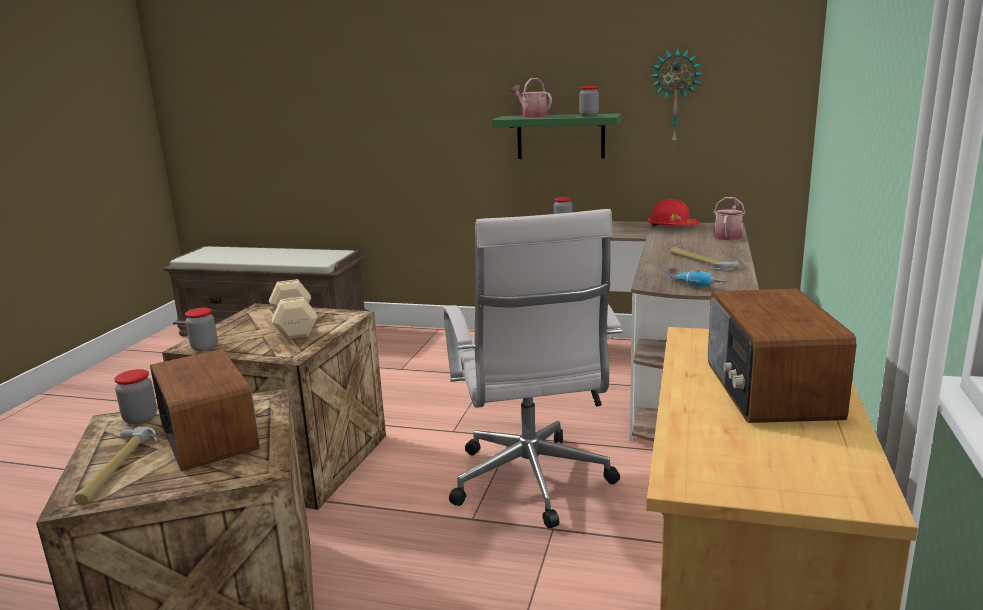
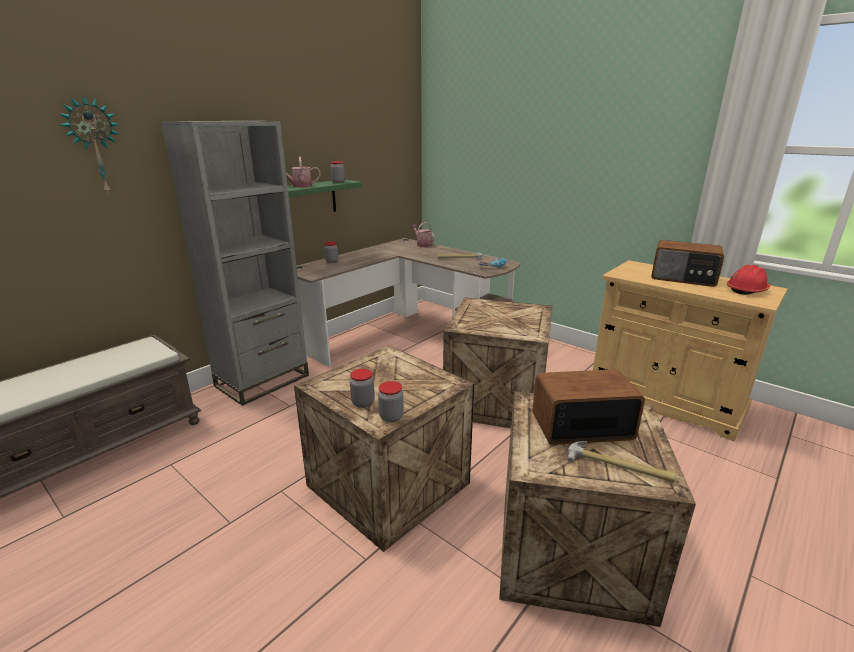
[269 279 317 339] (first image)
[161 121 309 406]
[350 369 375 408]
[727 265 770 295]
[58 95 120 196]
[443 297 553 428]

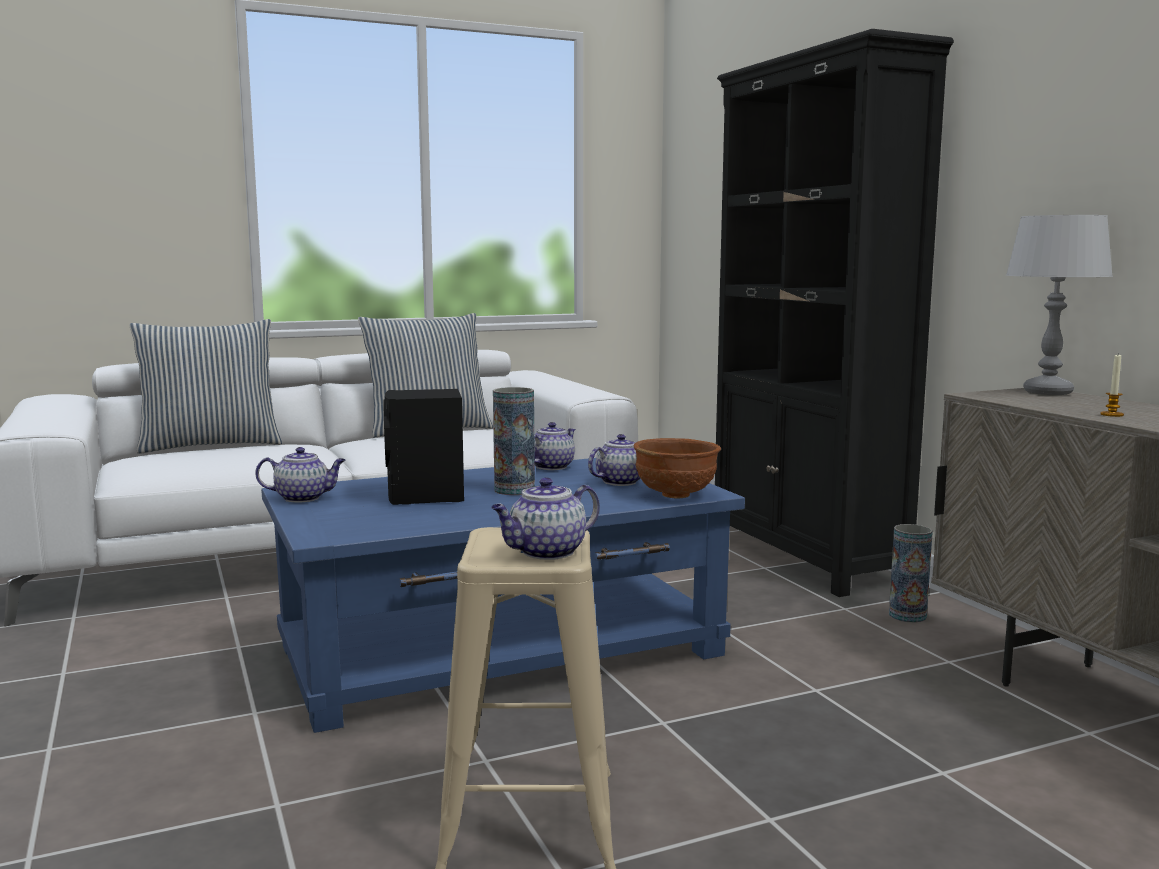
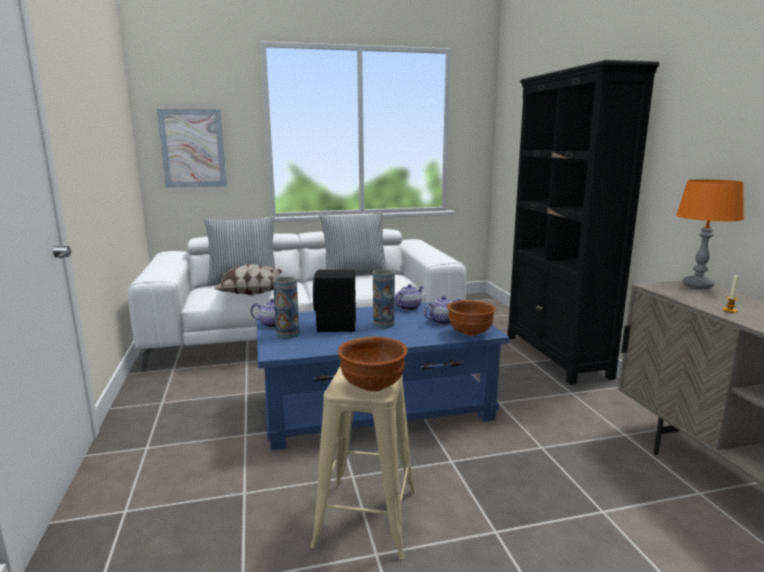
[157 109 227 188]
[214 264 282 296]
[273 277 299 339]
[338 337 408 392]
[676 179 744 289]

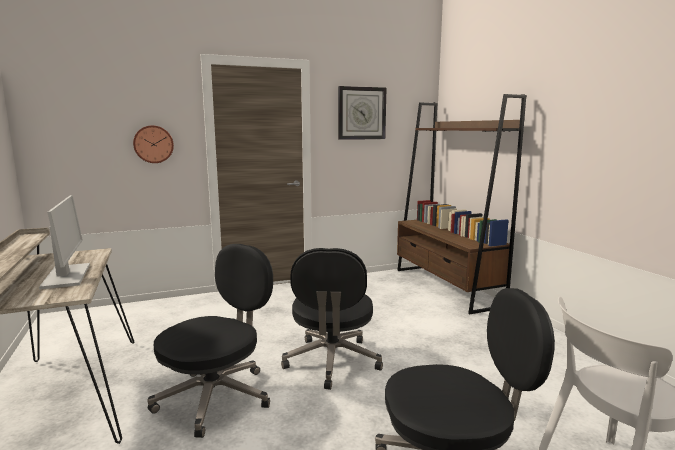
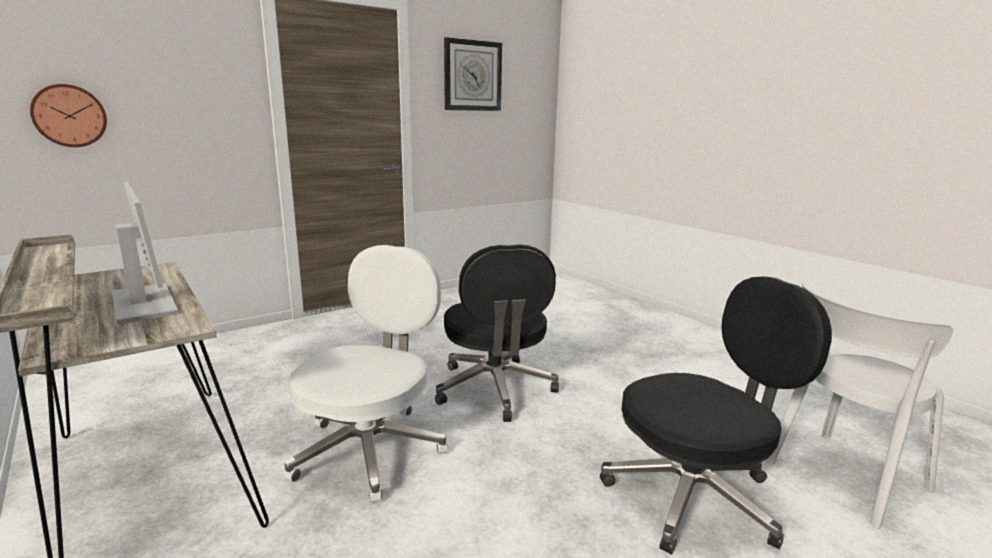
[397 94 526 314] (first image)
[30 84 107 147]
[284 245 447 502]

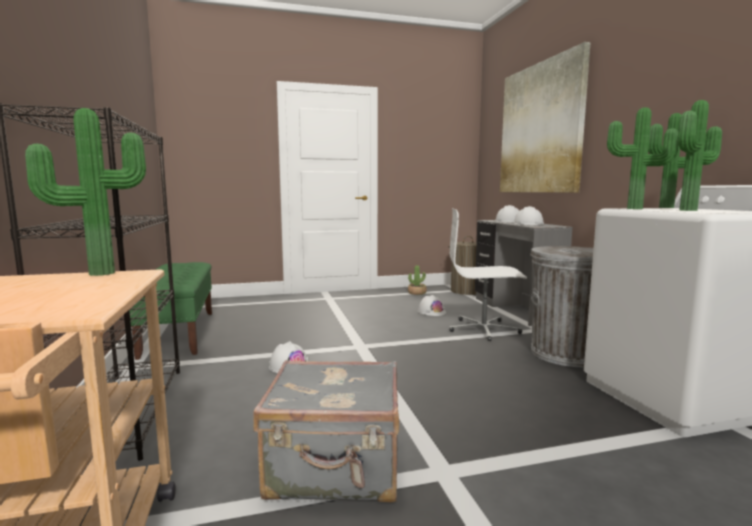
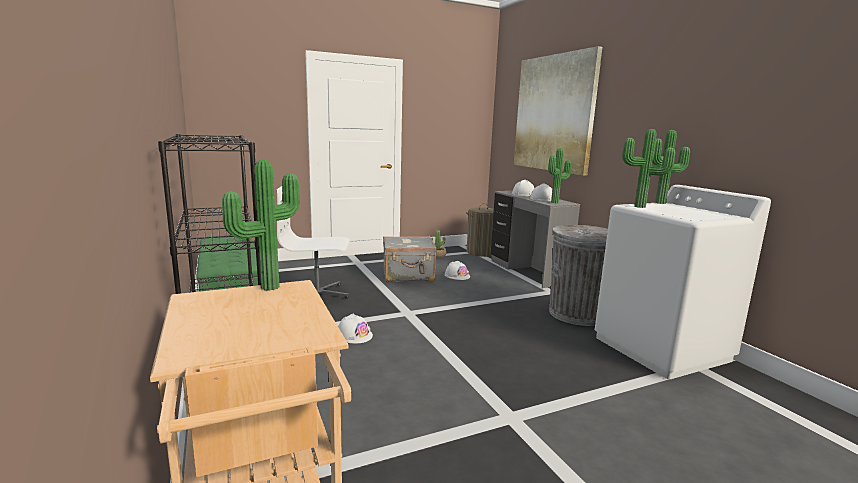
[383 236 437 282]
[277 186 350 299]
[548 148 572 203]

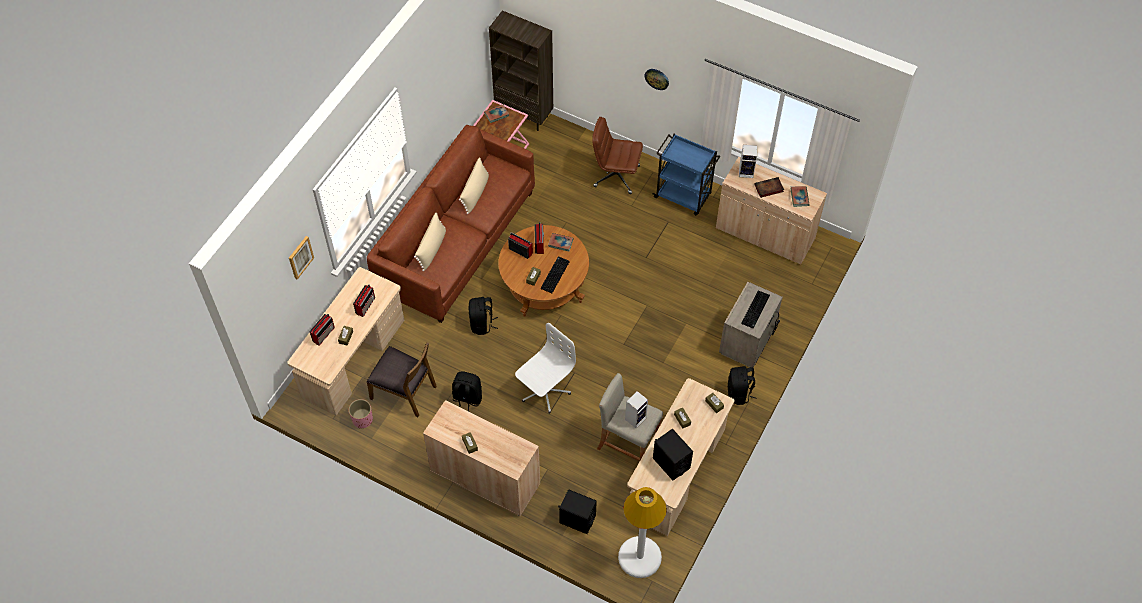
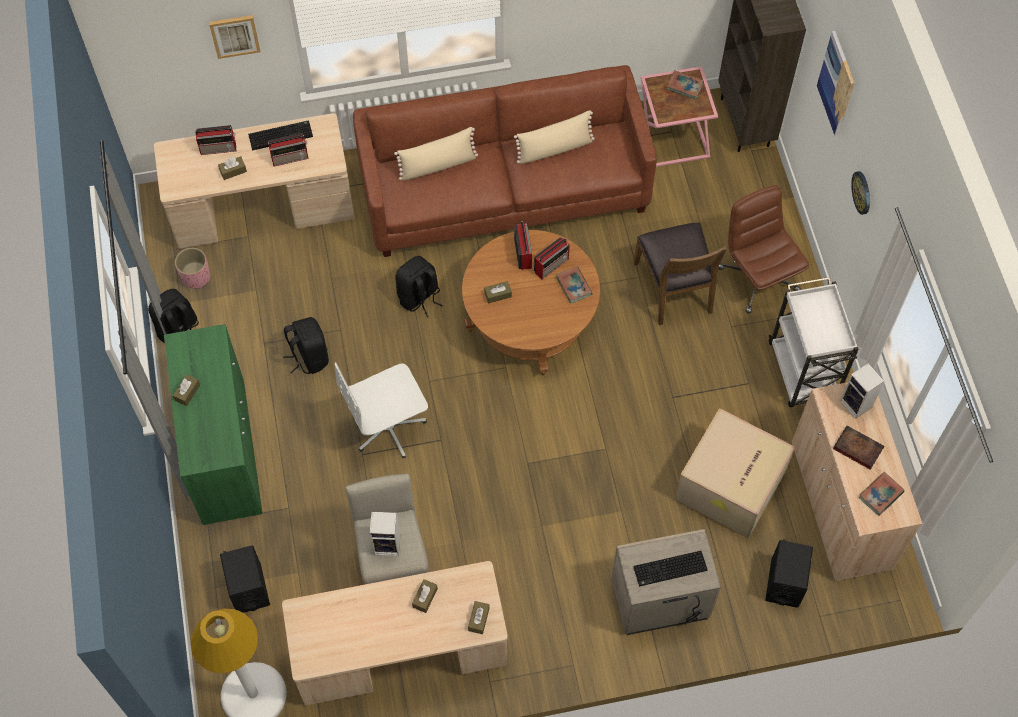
[675 408 795 539]
[817 31 855 136]
[633 223 727 325]
[248 120 313 150]
[765 539 813 607]
[148 289 199 343]
[164 324 263 525]
[769 277 859 407]
[335 362 428 458]

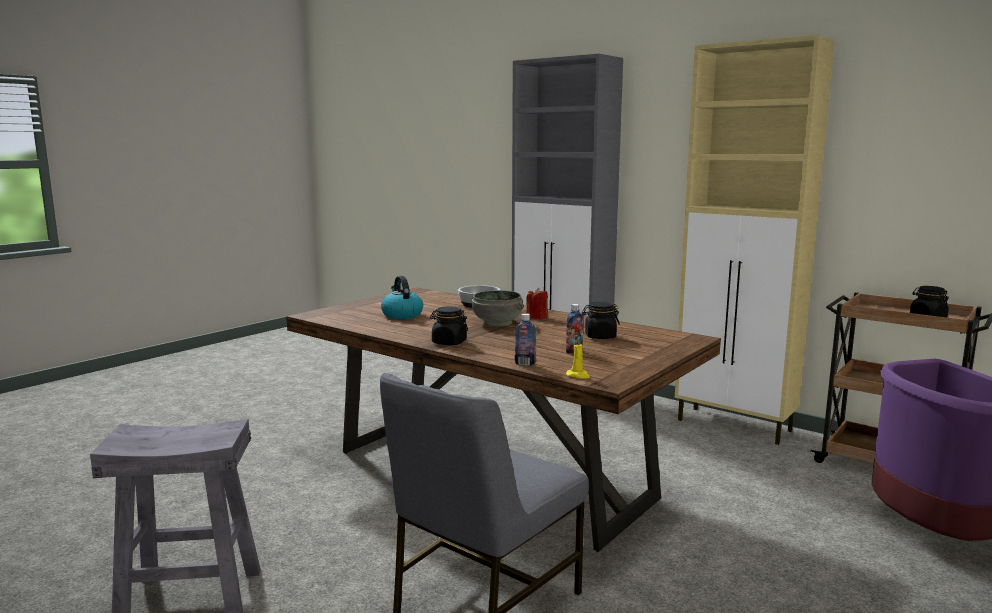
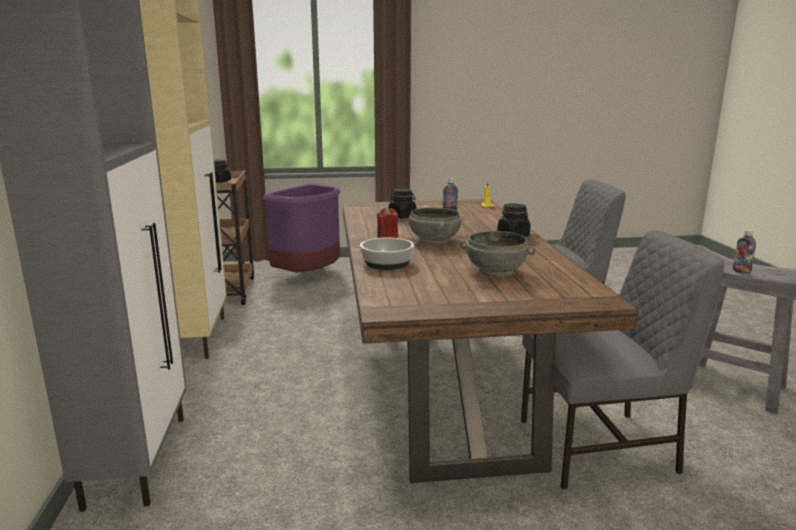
[521 231 724 490]
[733 230 756 274]
[460 231 536 277]

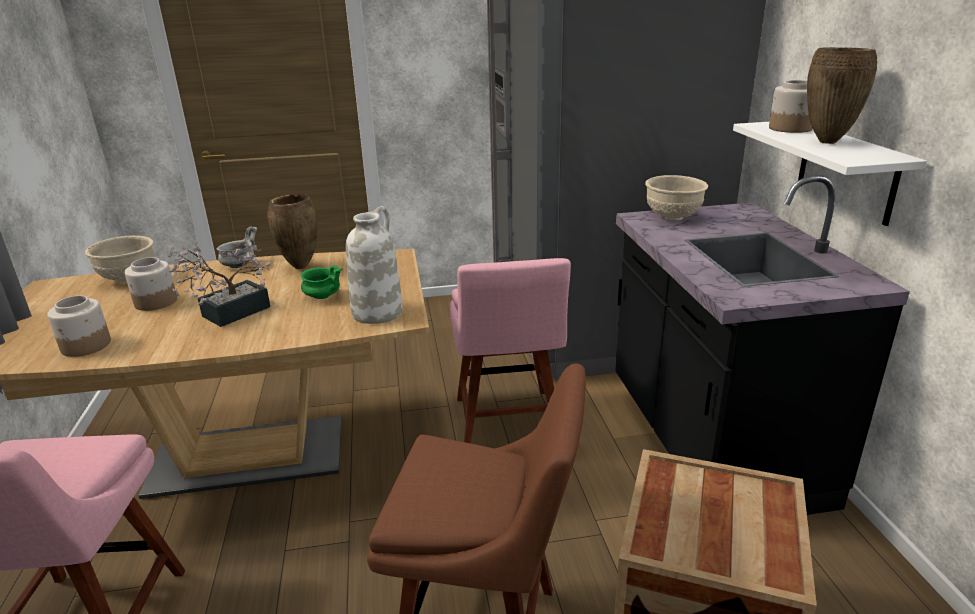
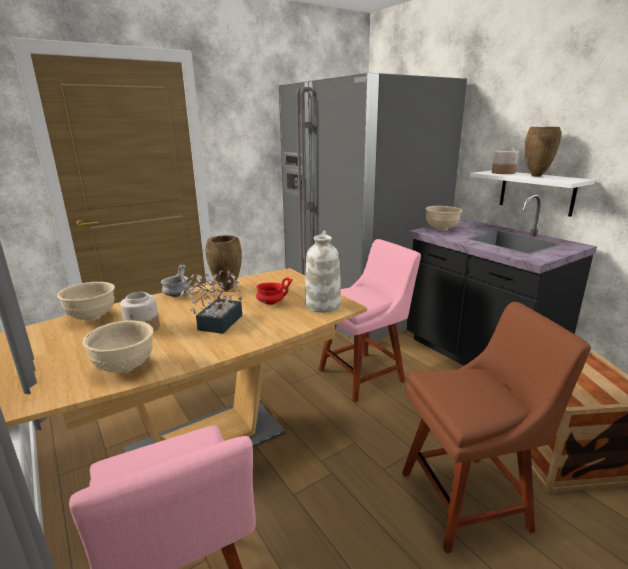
[82 320 153 373]
[256 277 293 305]
[319 239 421 402]

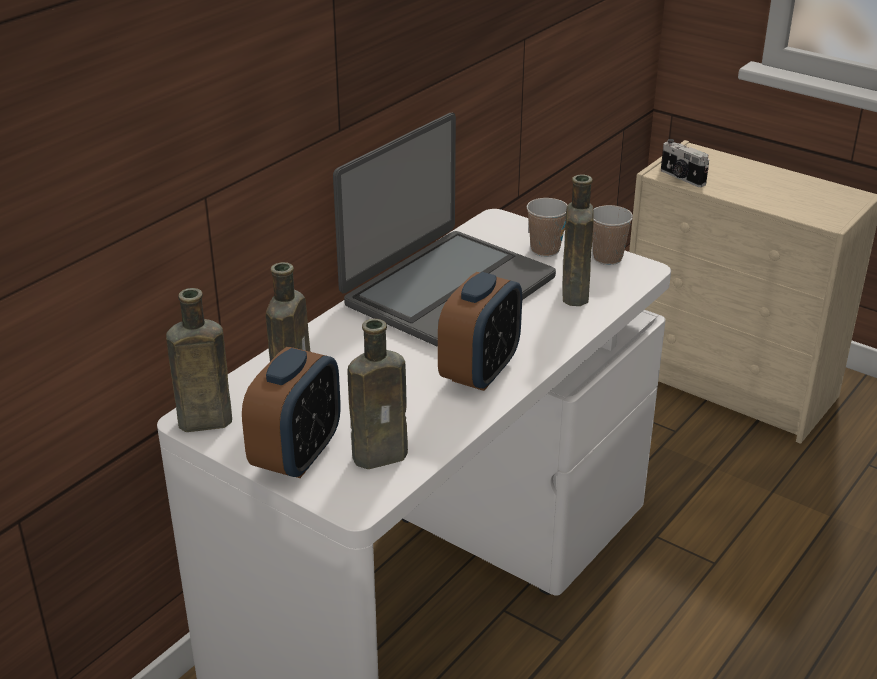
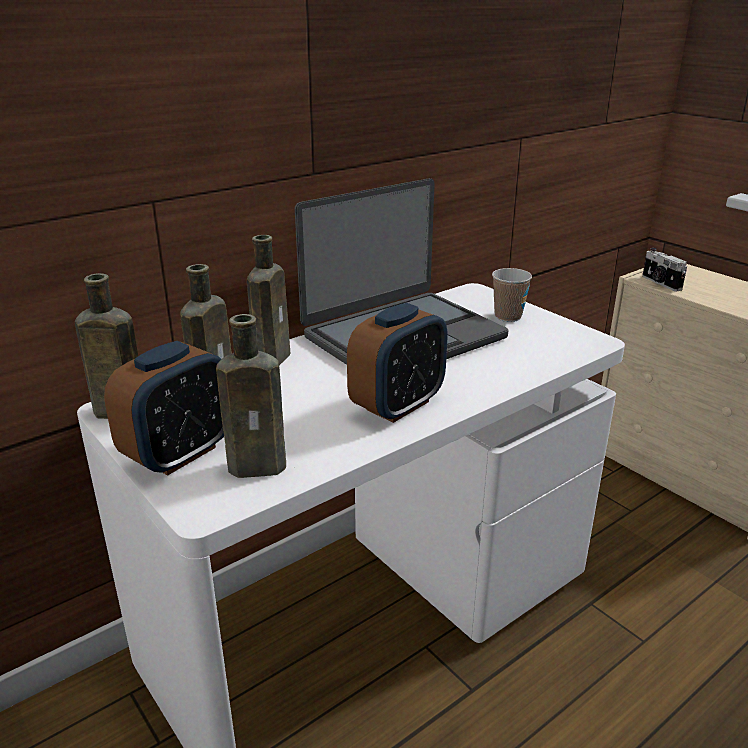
[592 205 633 265] (first image)
[247 235 290 365]

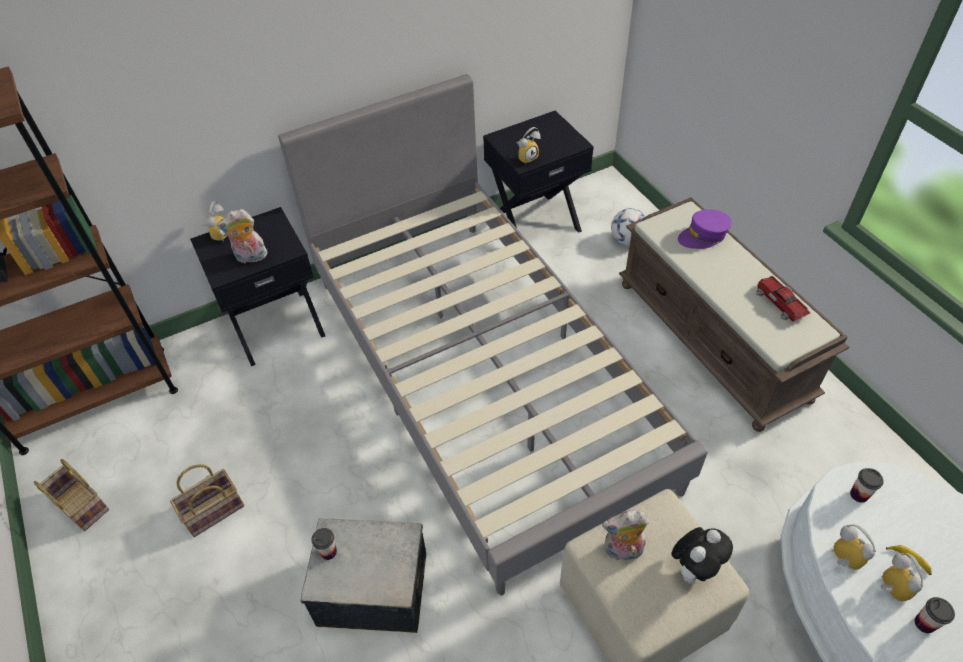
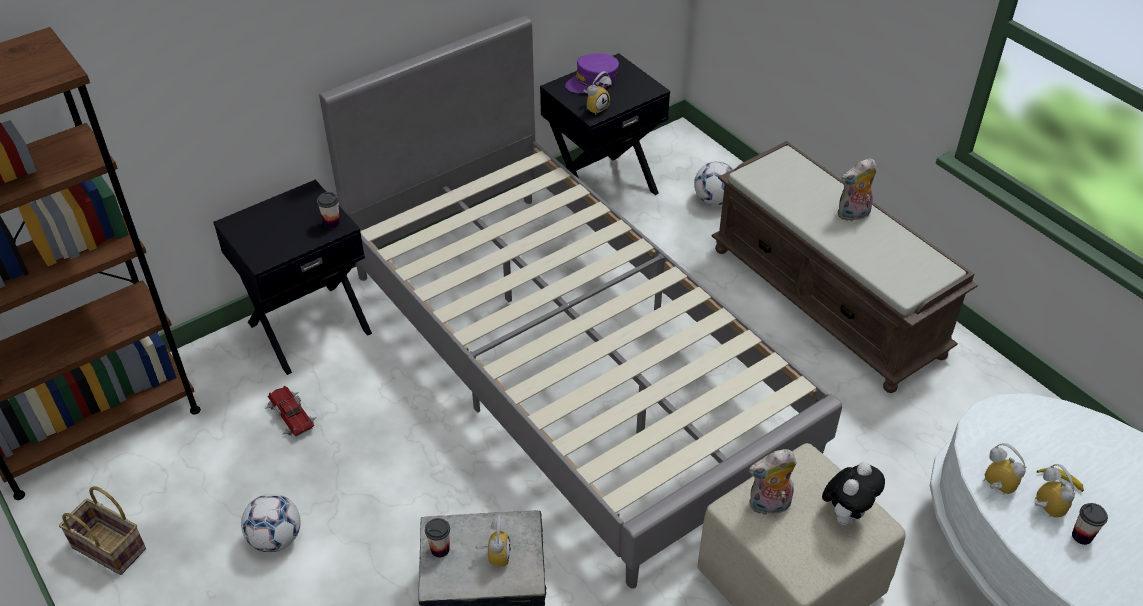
[476 514 511 567]
[838 158 877 221]
[565 54 619 93]
[265 386 317 437]
[317 192 340 229]
[241 494 301 552]

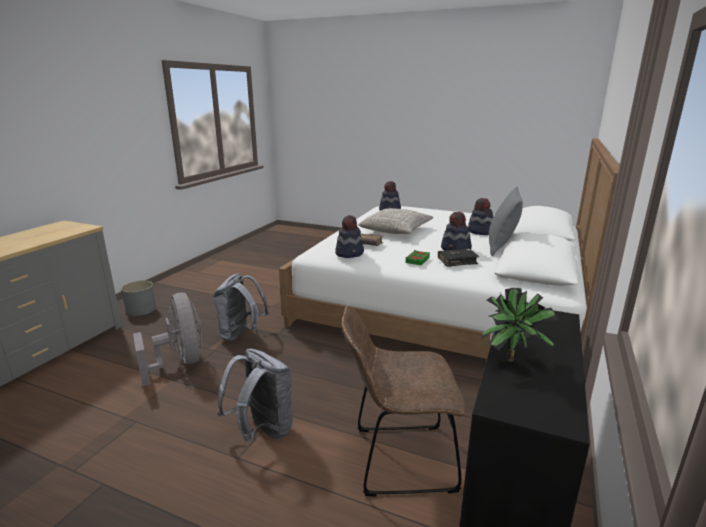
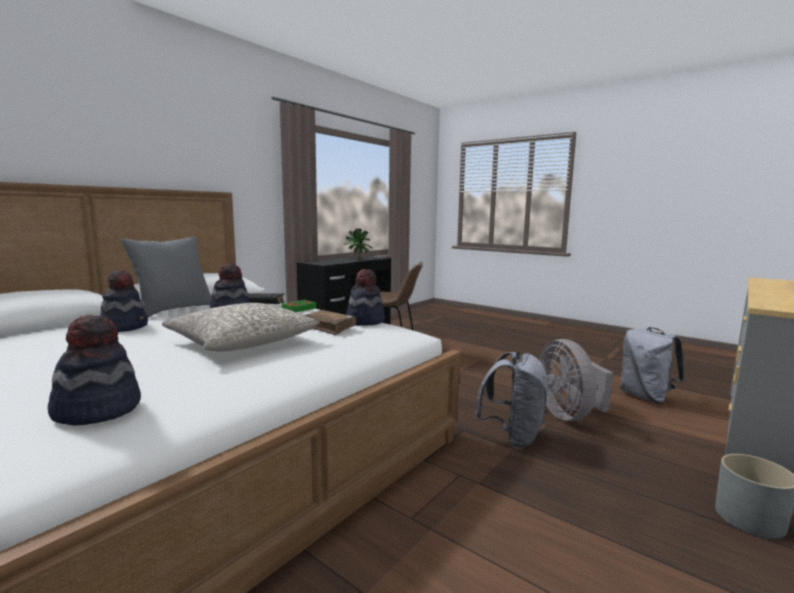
[620 327 685 404]

